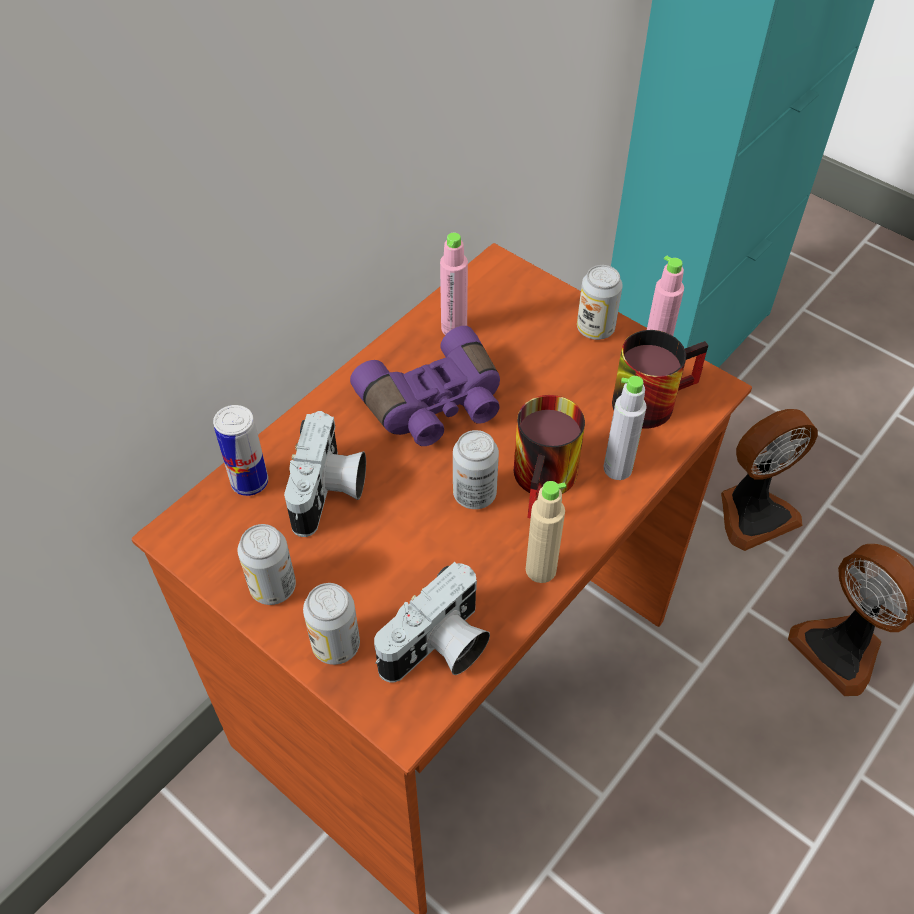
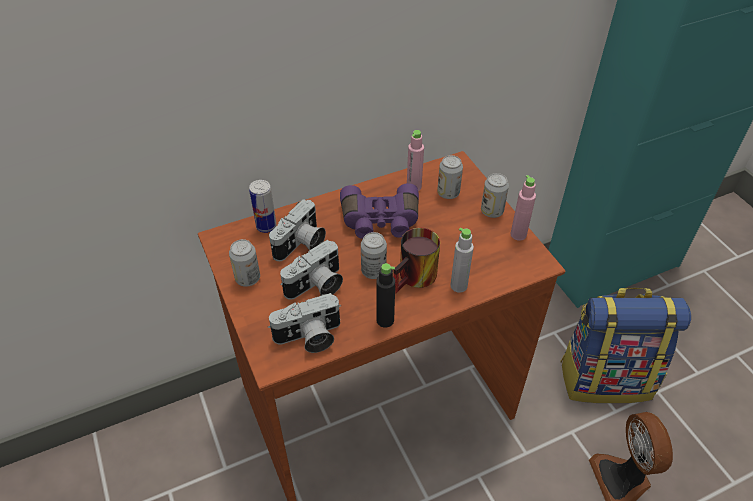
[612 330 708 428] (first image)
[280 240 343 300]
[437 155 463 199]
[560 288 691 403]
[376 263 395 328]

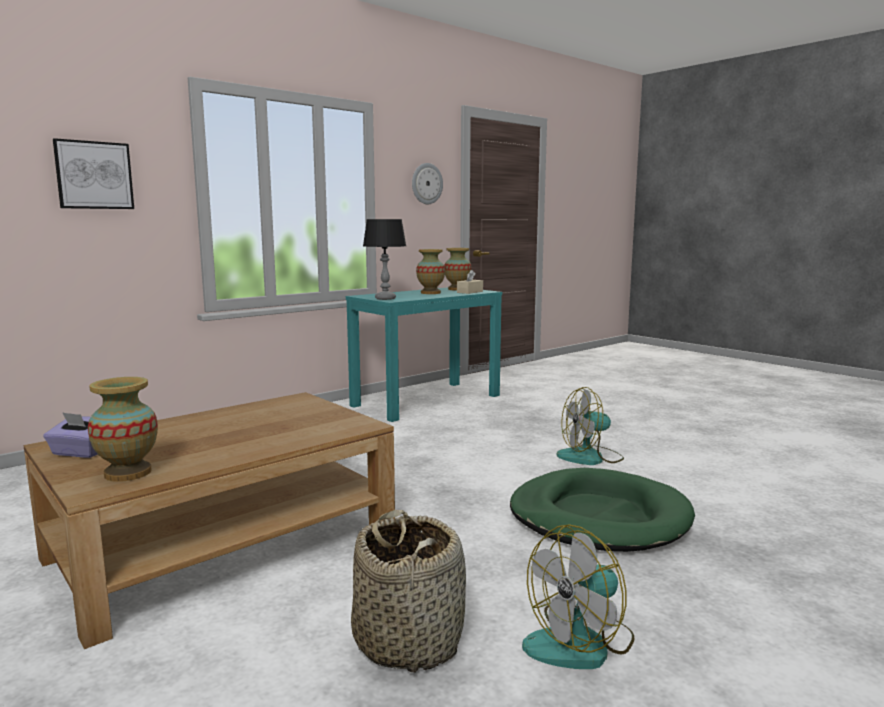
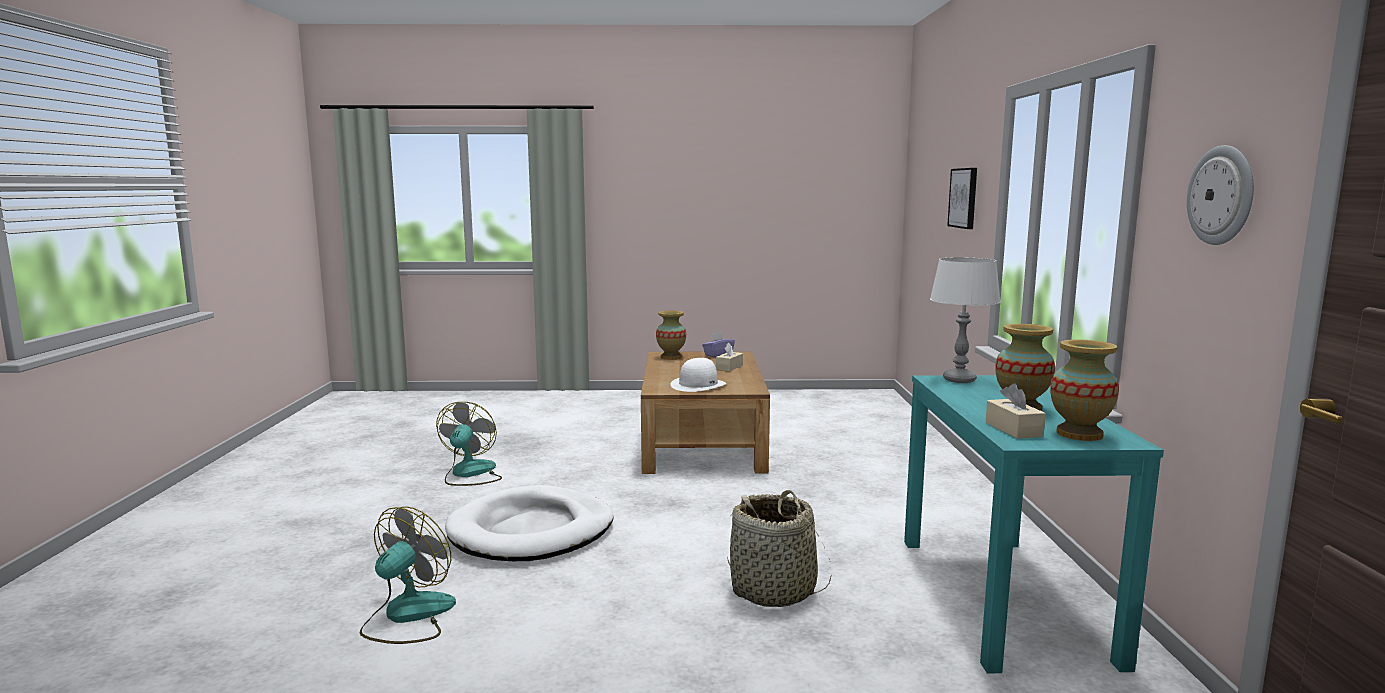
[671 358 726 392]
[716 343 743 371]
[727 490 832 607]
[360 506 456 644]
[930 257 1001 383]
[445 485 614 561]

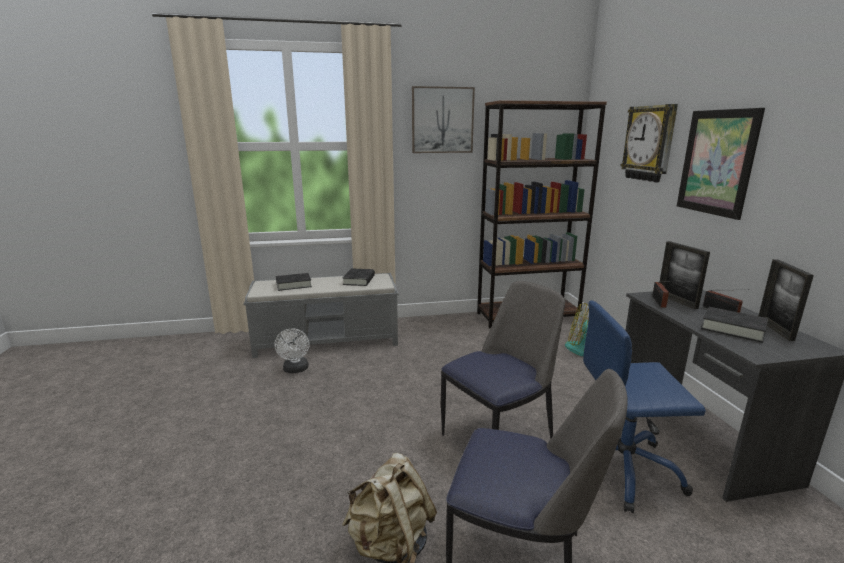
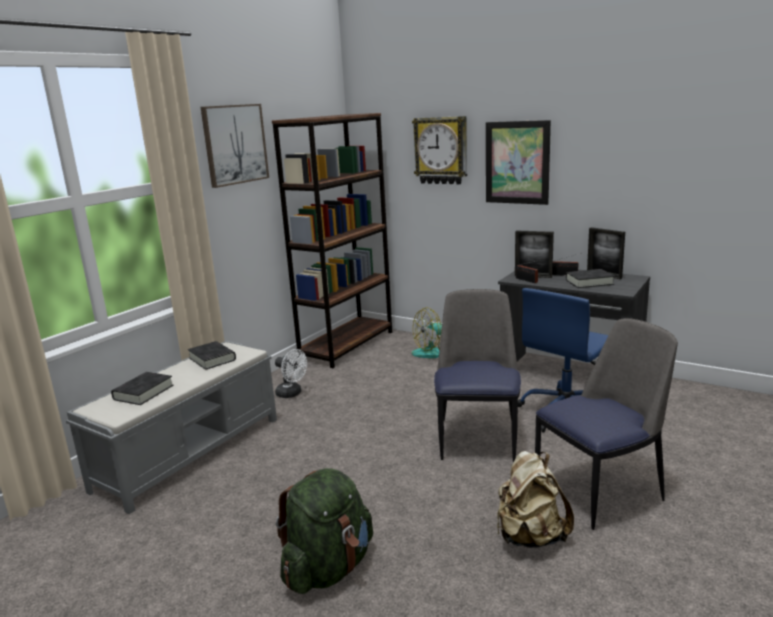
[276 468 373 594]
[275 349 307 398]

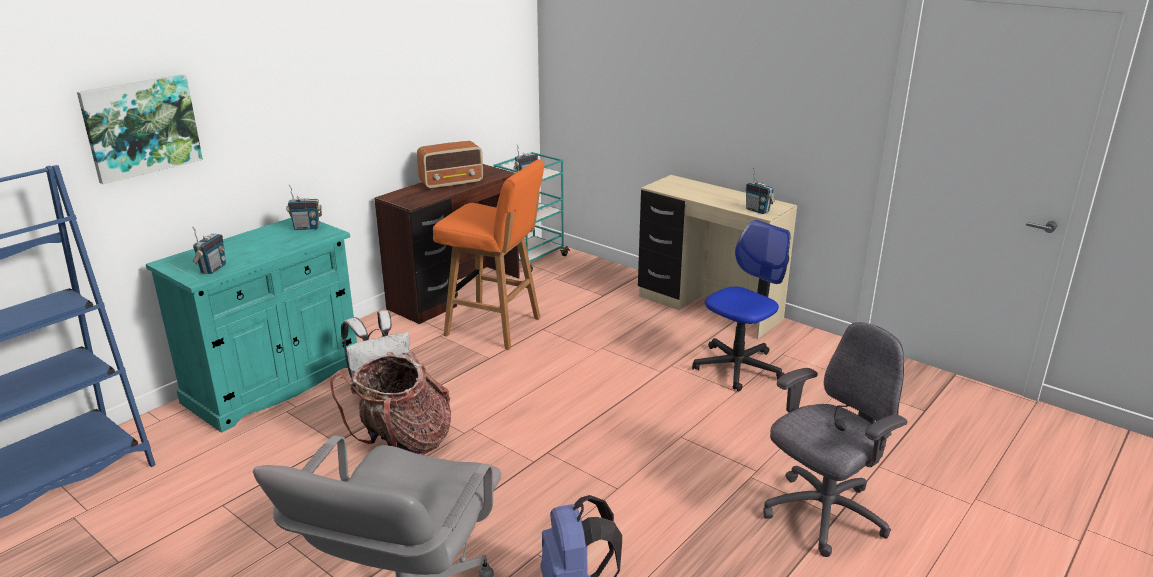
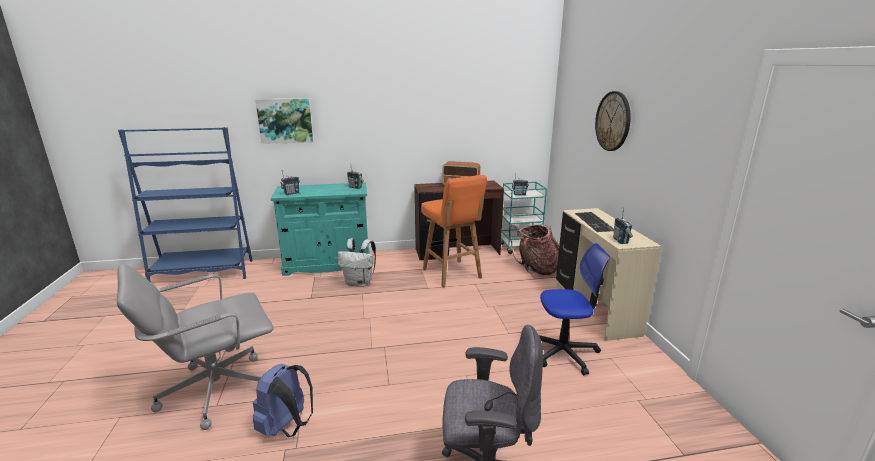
[575 212 614 232]
[595 91 631 151]
[509 224 559 275]

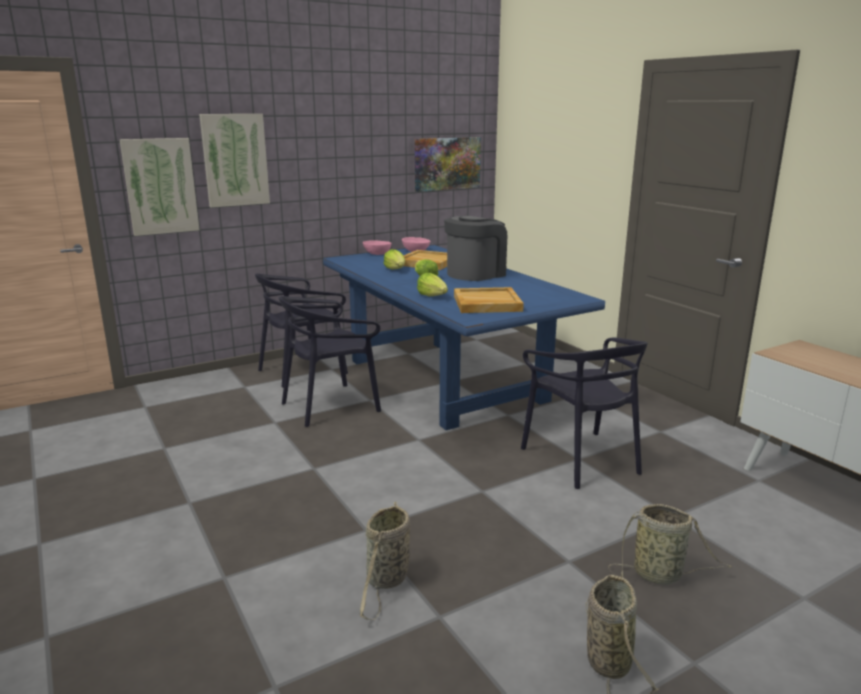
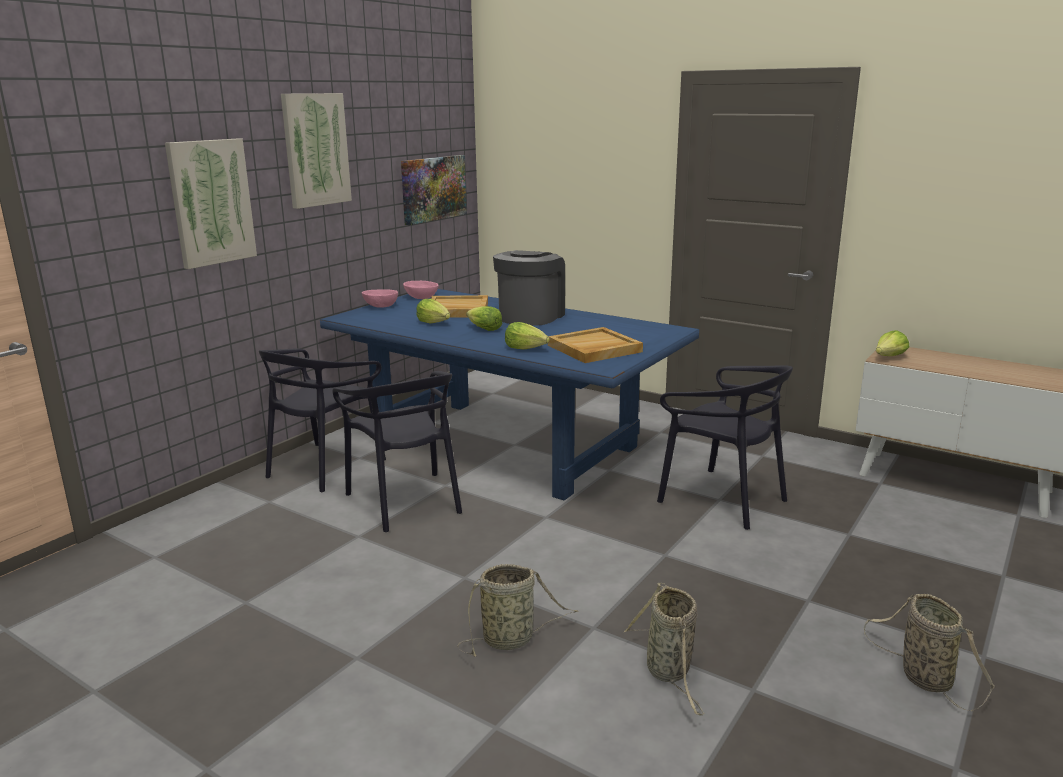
[876 330 909 356]
[281 93 352 209]
[457 564 578 657]
[333 371 462 532]

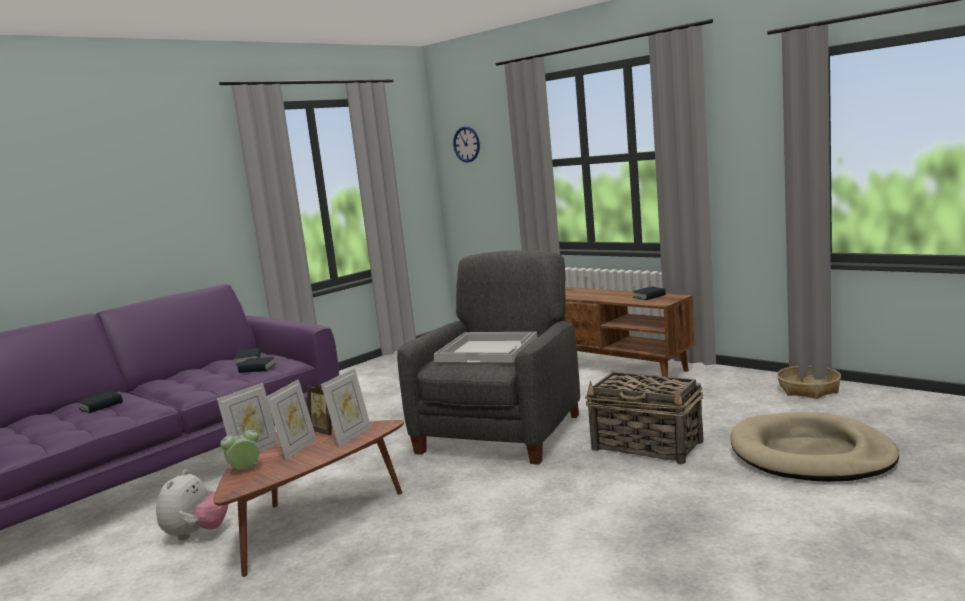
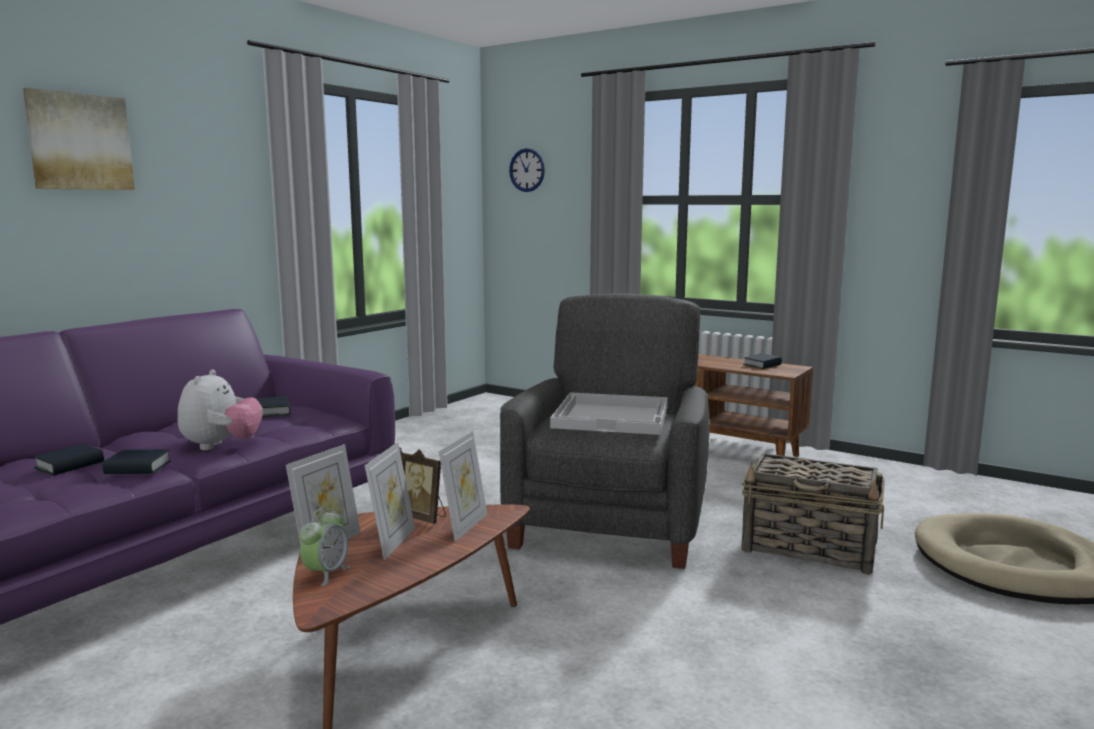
[777 366 841 399] (first image)
[23 88 135 190]
[178 370 263 450]
[102 450 171 474]
[300 508 350 586]

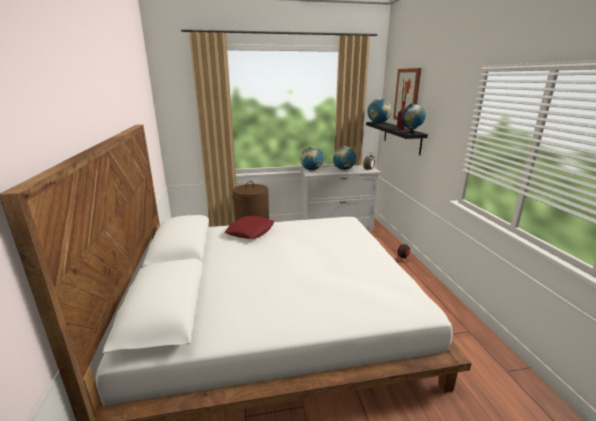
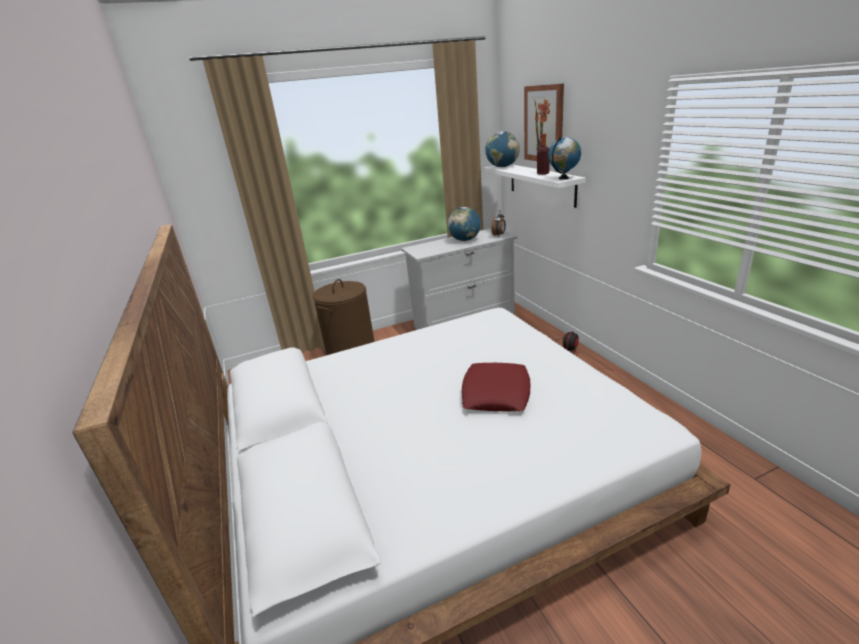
[300 147 324 170] (first image)
[462 363 530 411]
[484 164 586 208]

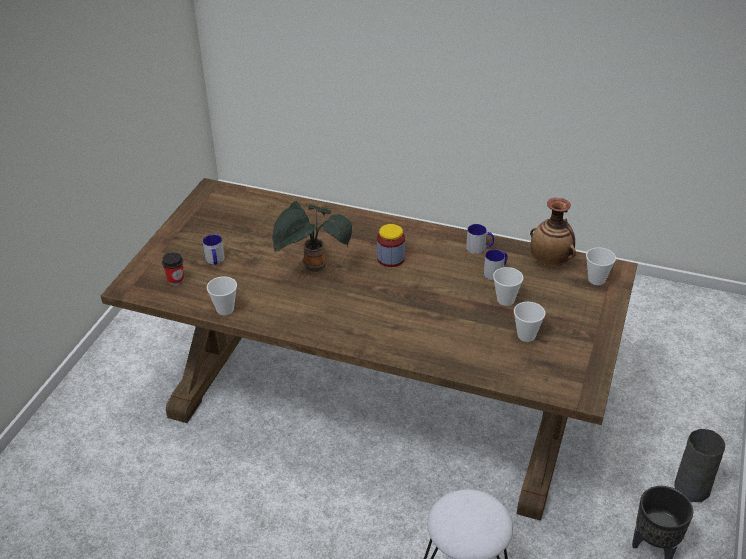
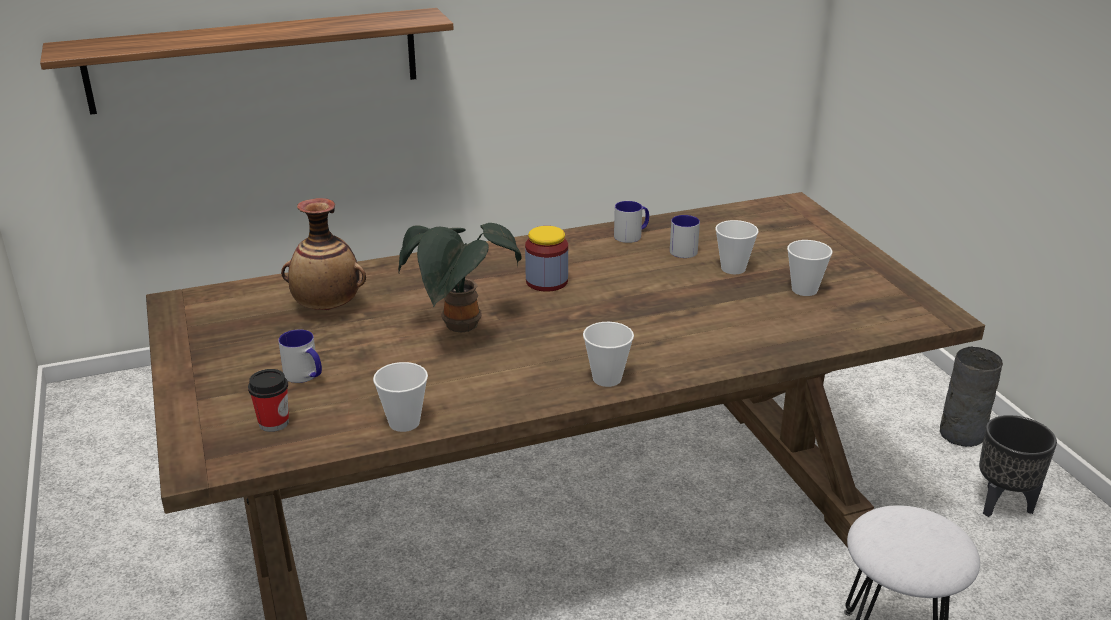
[40 8 454 115]
[281 198 366 310]
[583 322 634 387]

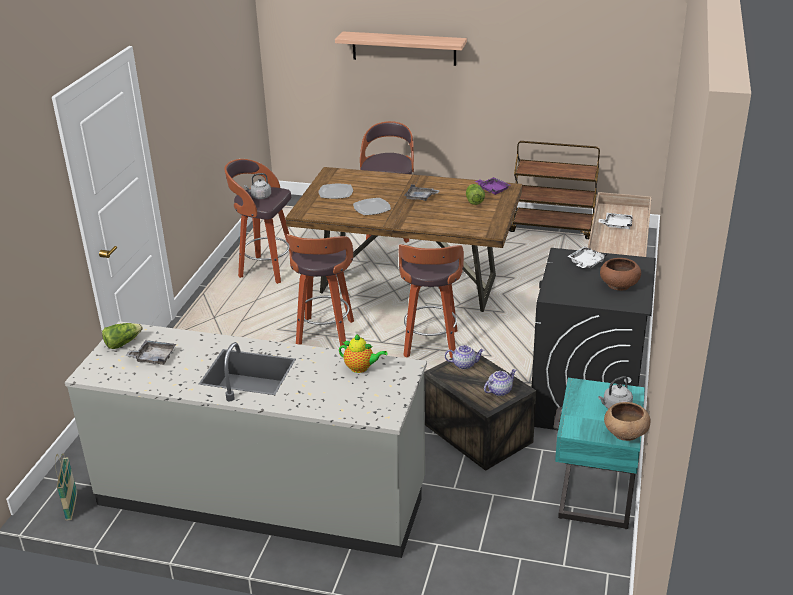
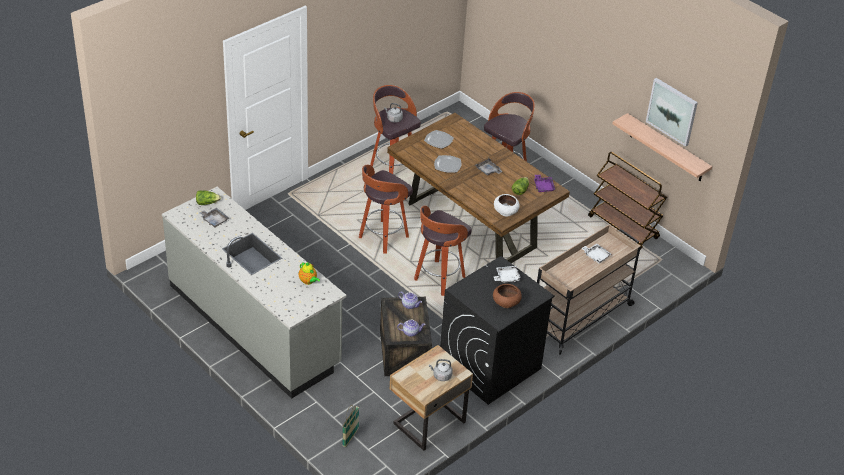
[604 402 651 441] (first image)
[494 194 520 217]
[646 78 698 147]
[342 405 359 447]
[613 113 712 181]
[390 345 473 451]

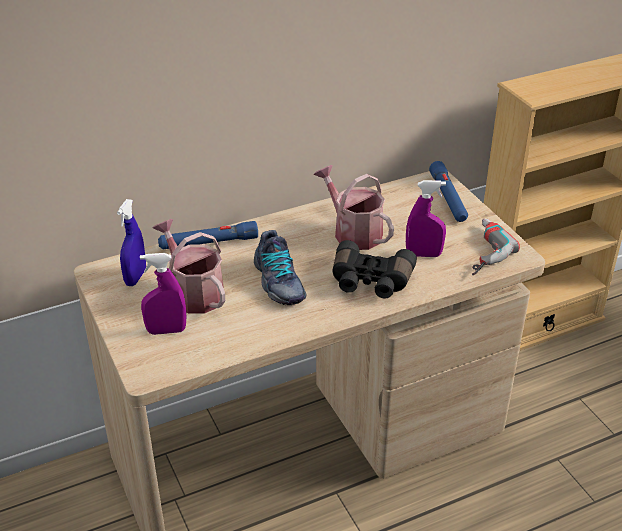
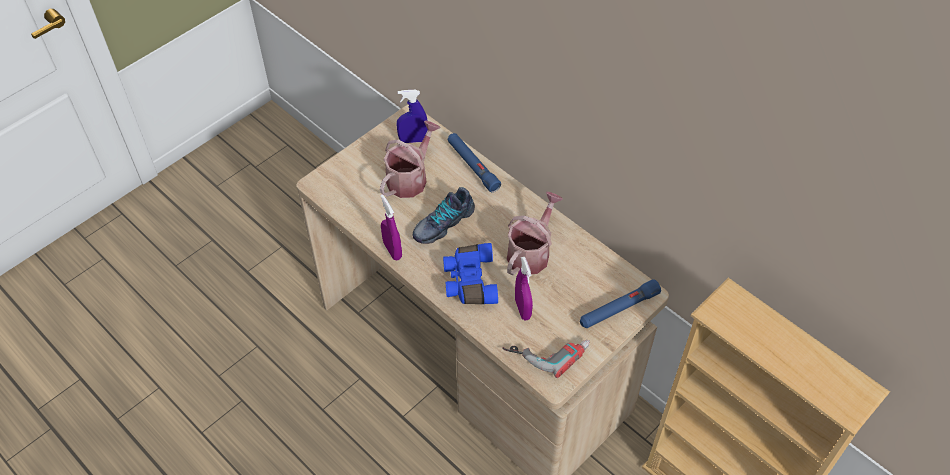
[381 194 402 260]
[443 243 498 304]

